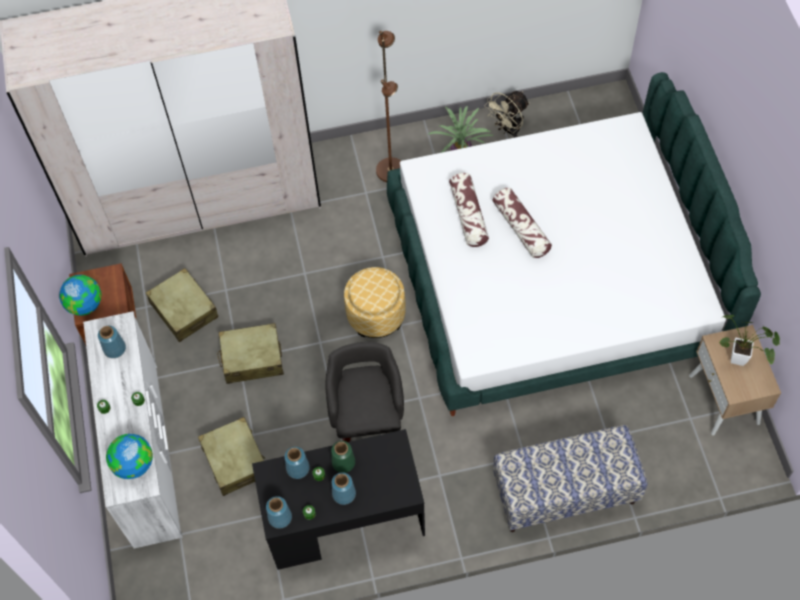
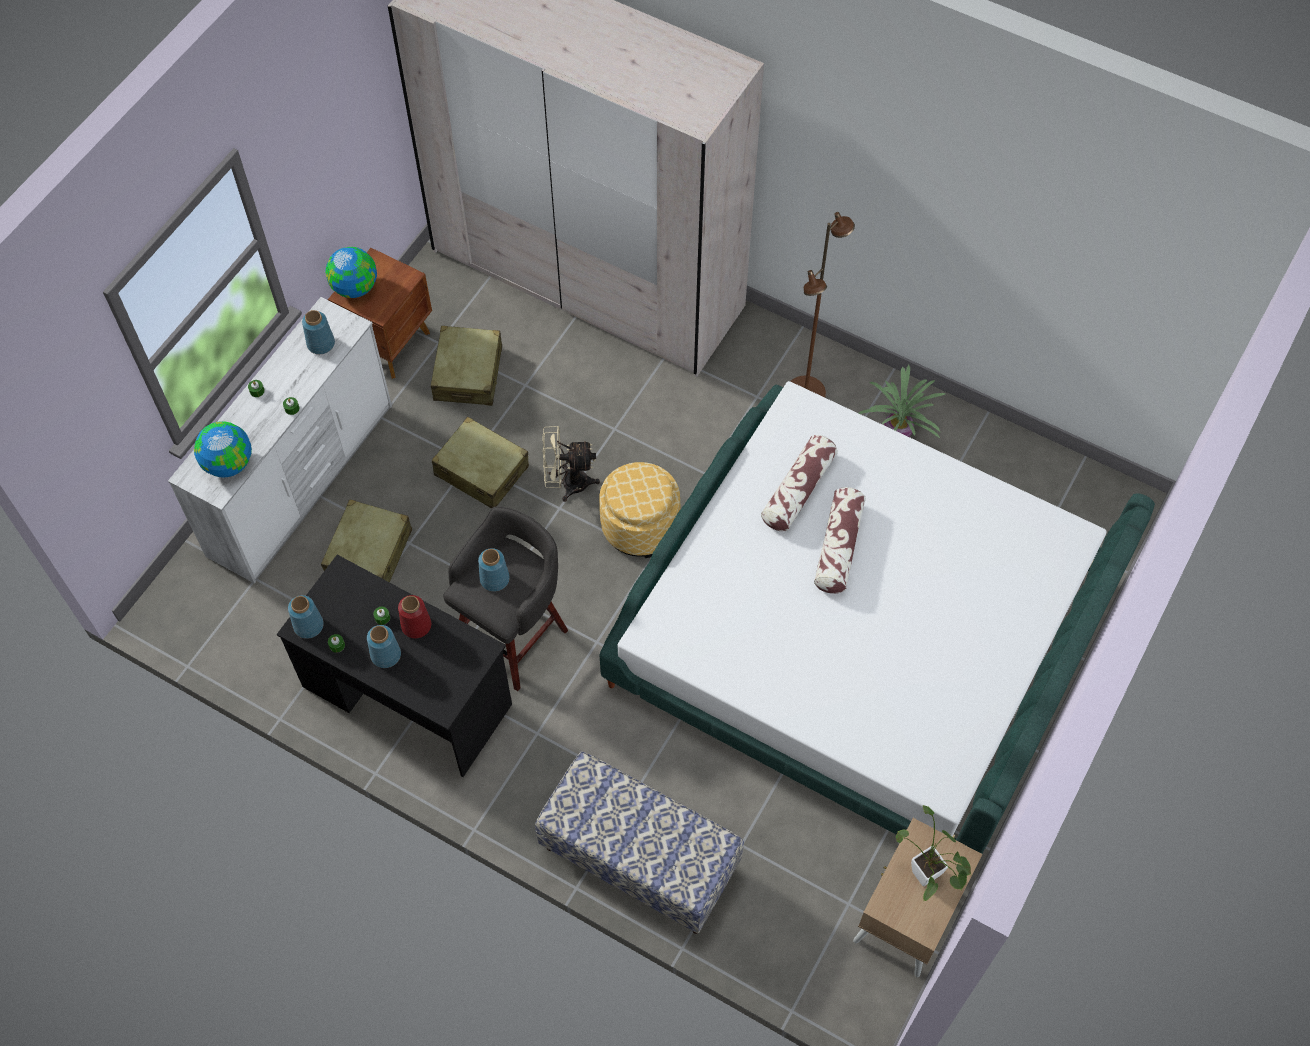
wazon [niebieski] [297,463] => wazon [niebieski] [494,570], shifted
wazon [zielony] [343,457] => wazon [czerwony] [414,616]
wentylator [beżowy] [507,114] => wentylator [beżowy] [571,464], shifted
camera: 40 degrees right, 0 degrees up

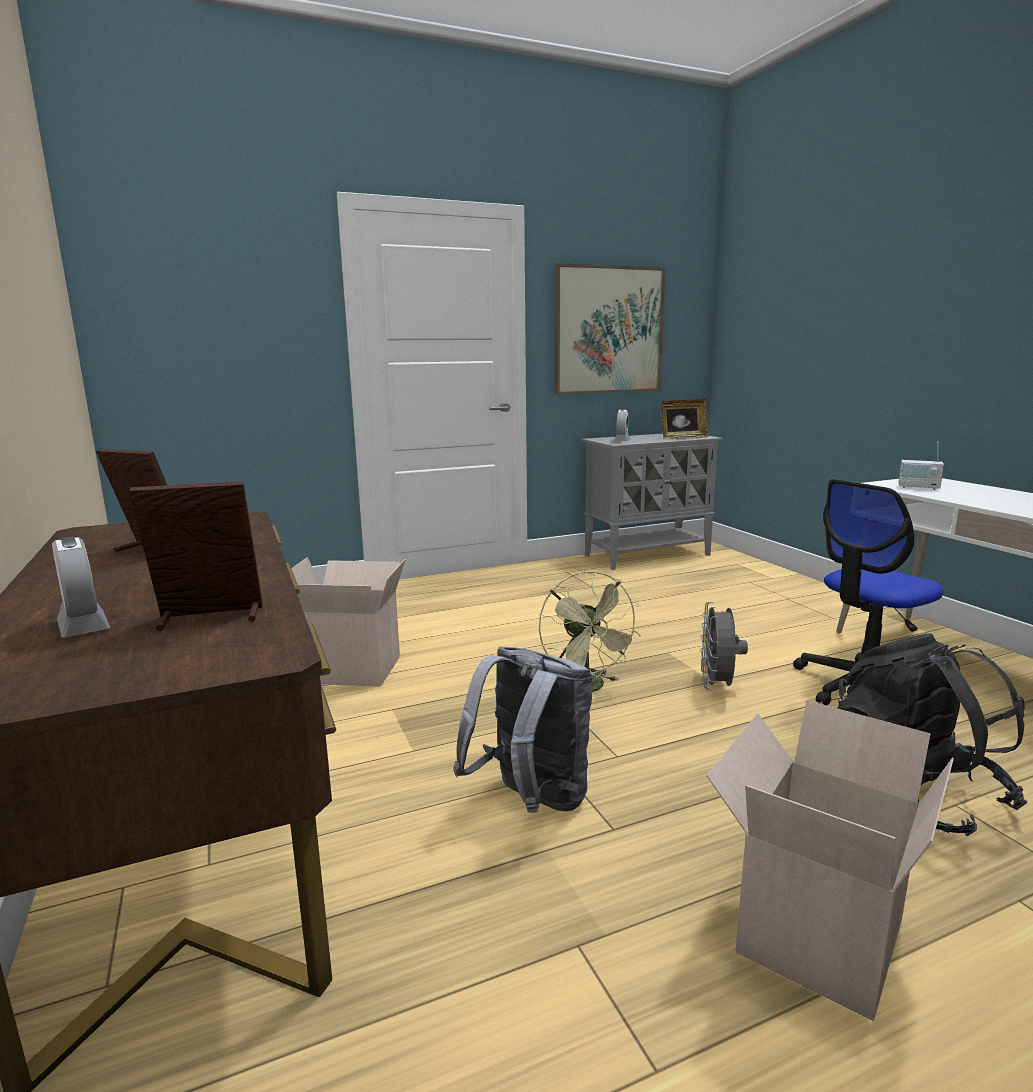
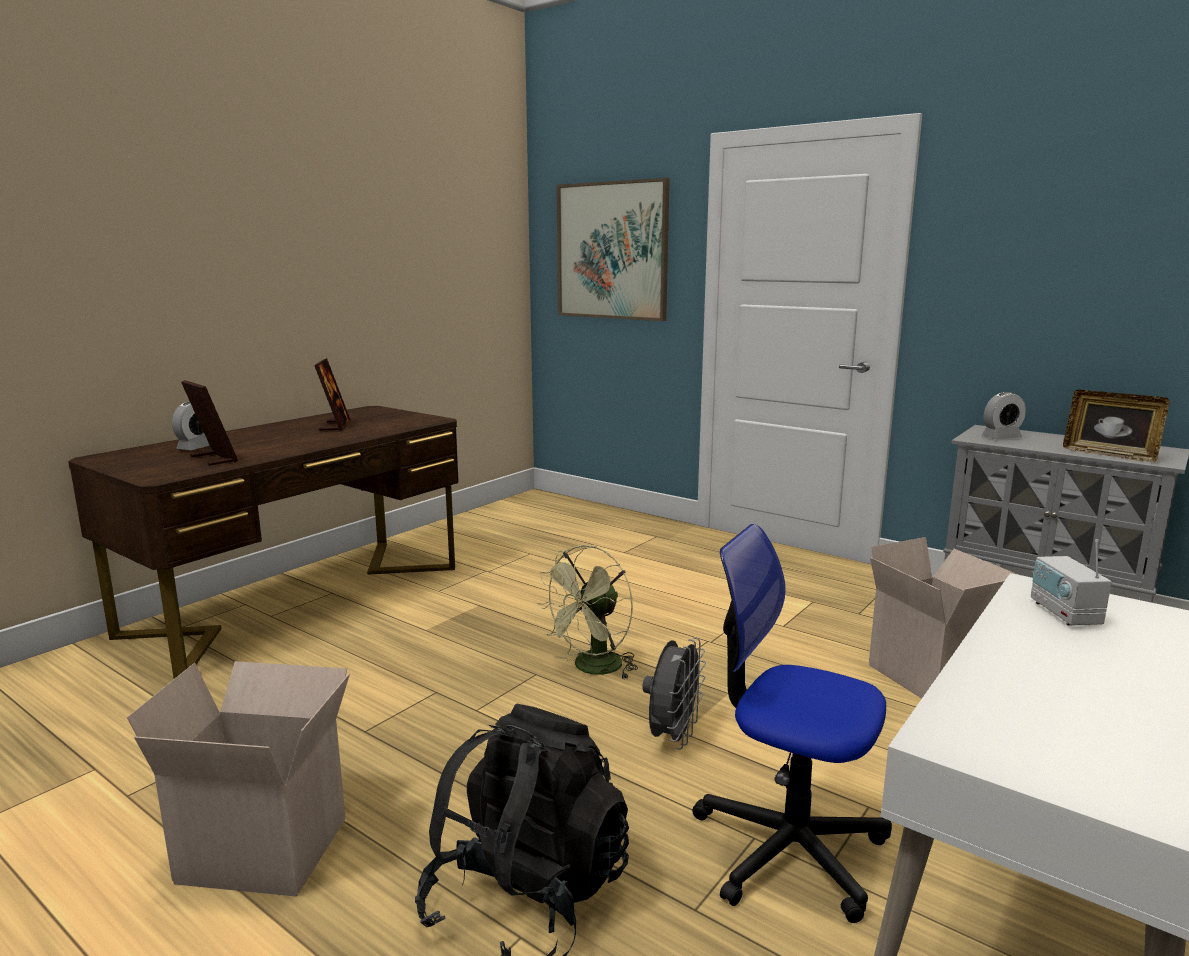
karton [348,622] => karton [944,618], shifted
plecak [szary] [523,729] => nothing
obraz [610,329] => obraz [613,249], shifted
wentylator [szary] [724,646] => wentylator [szary] [674,693], 135 degrees clockwise
camera: 60 degrees right, 0 degrees up

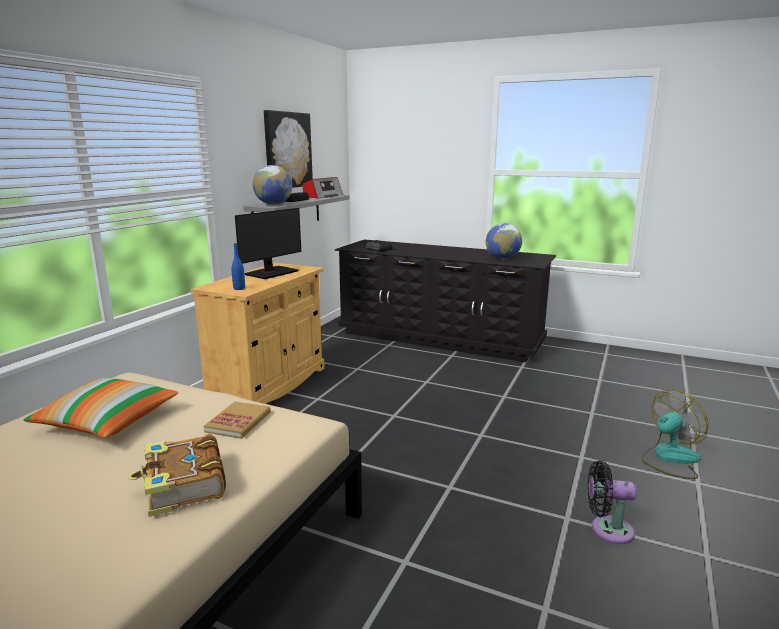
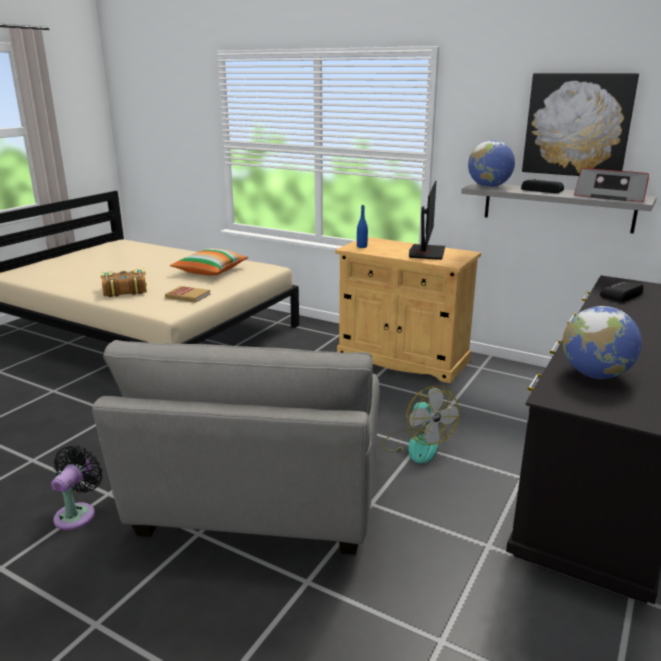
monitor [268,243] => monitor [427,220], 120 degrees counterclockwise
wentylator [675,434] => wentylator [420,424], shifted
nothing => fotel [szary] [236,447]
camera: 95 degrees right, 5 degrees up

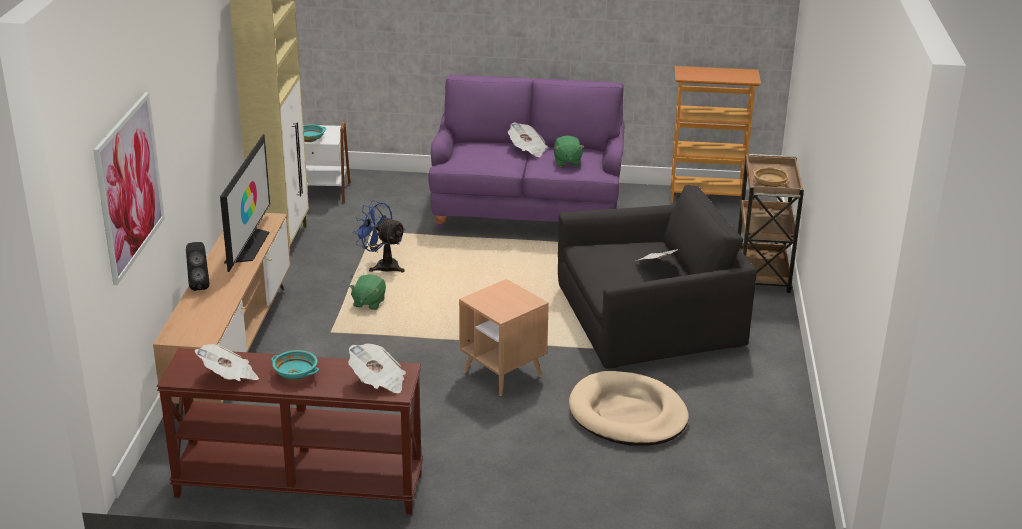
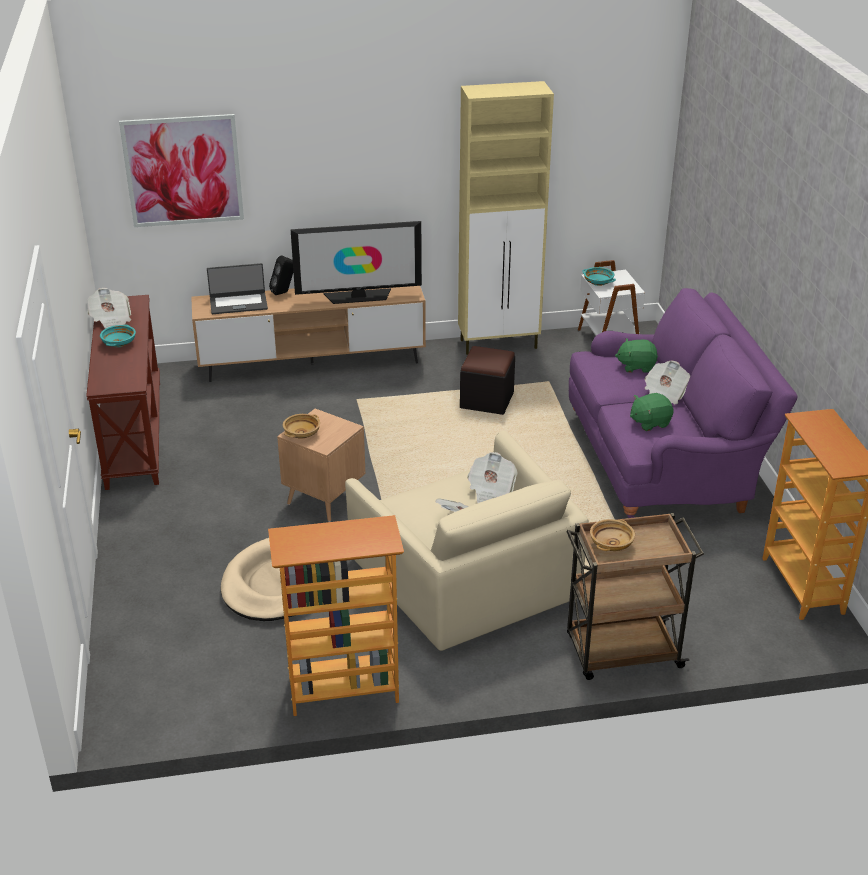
gazeta [377,368] => gazeta [492,477], shifted
pluszak [zielony] [367,292] => pluszak [zielony] [636,355], shifted
wentylator [niebieski] [379,237] => pufa [czarny] [487,380]
fotel [czarny] [657,277] => fotel [beżowy] [467,540]
nothing => laptop [237,288]
nothing => regał [336,615]
nothing => miska [beżowy] [301,426]
camera: 75 degrees right, 5 degrees up

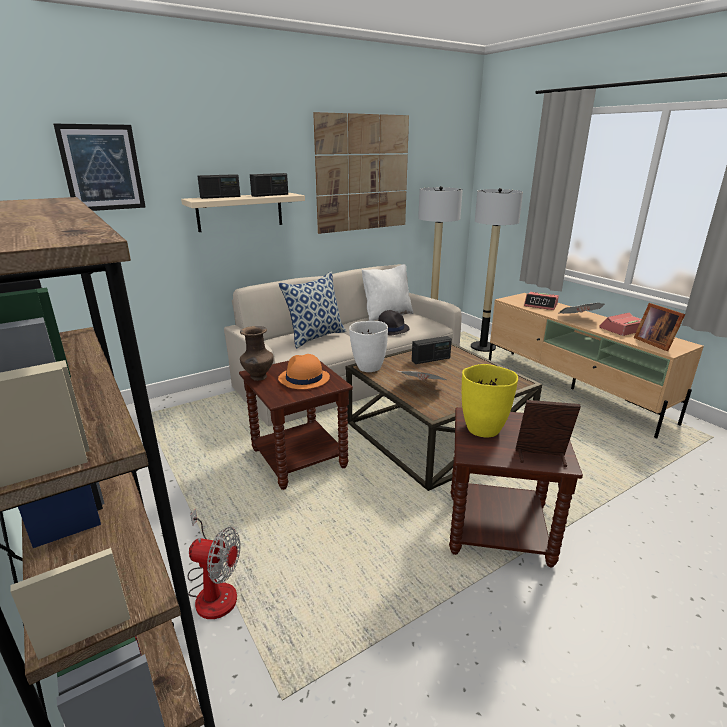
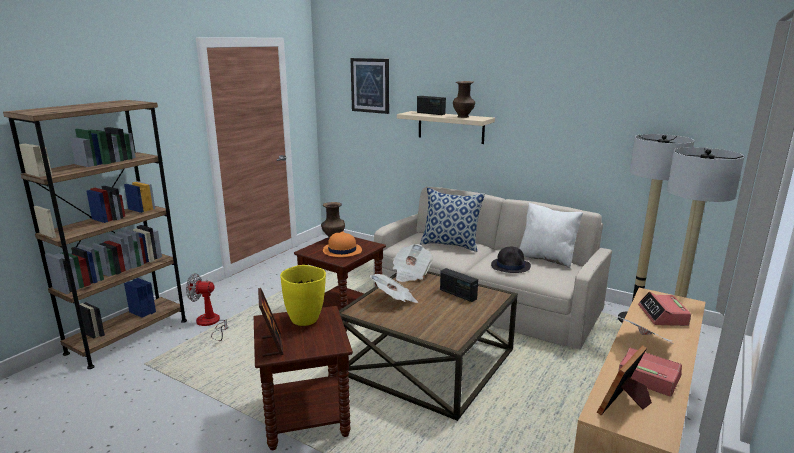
wentylator [214,564] => wentylator [207,307], 105 degrees clockwise
radio [269,185] => wazon [brązowy] [464,99]
obraz [361,173] => nothing
wazon [biały] [368,346] => gazeta [412,263]
camera: 65 degrees right, 5 degrees down

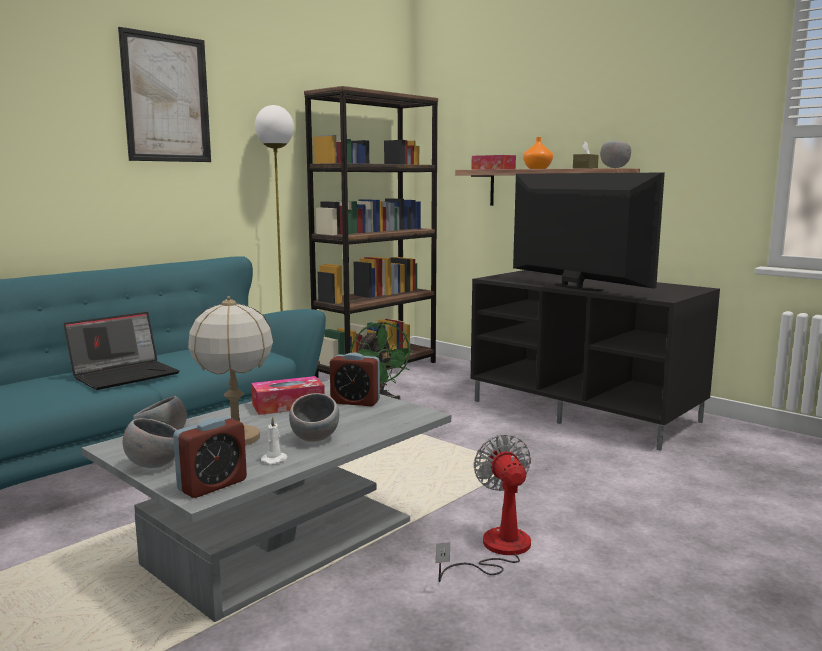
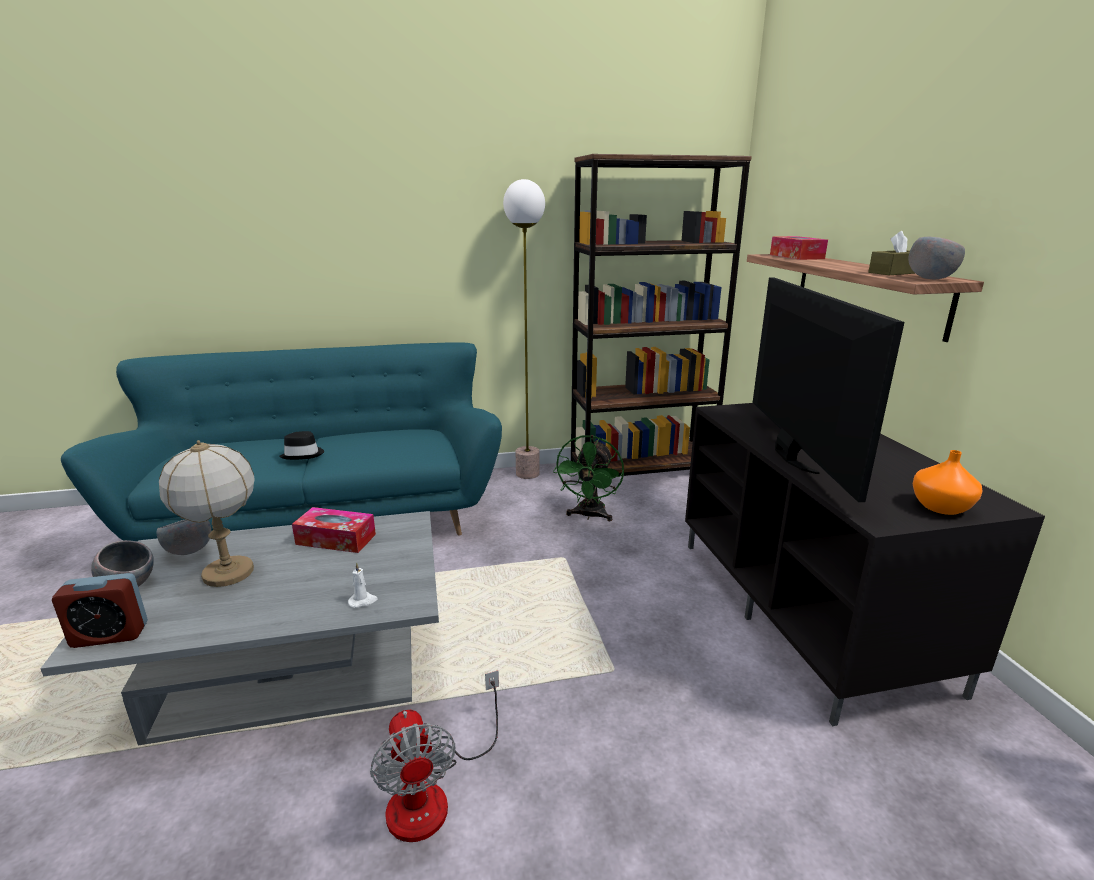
laptop [122,351] => kapelusz [czarny] [301,445]
obraz [164,94] => nothing
świeca [biały] [274,440] => świeca [biały] [363,585], shifted
miska [szary] [314,417] => nothing
budzik [355,379] => nothing
wentylator [483,508] => wentylator [434,756], 135 degrees clockwise
wazon [pomarańczowy] [538,153] => wazon [pomarańczowy] [947,482], shifted
camera: 35 degrees right, 10 degrees up

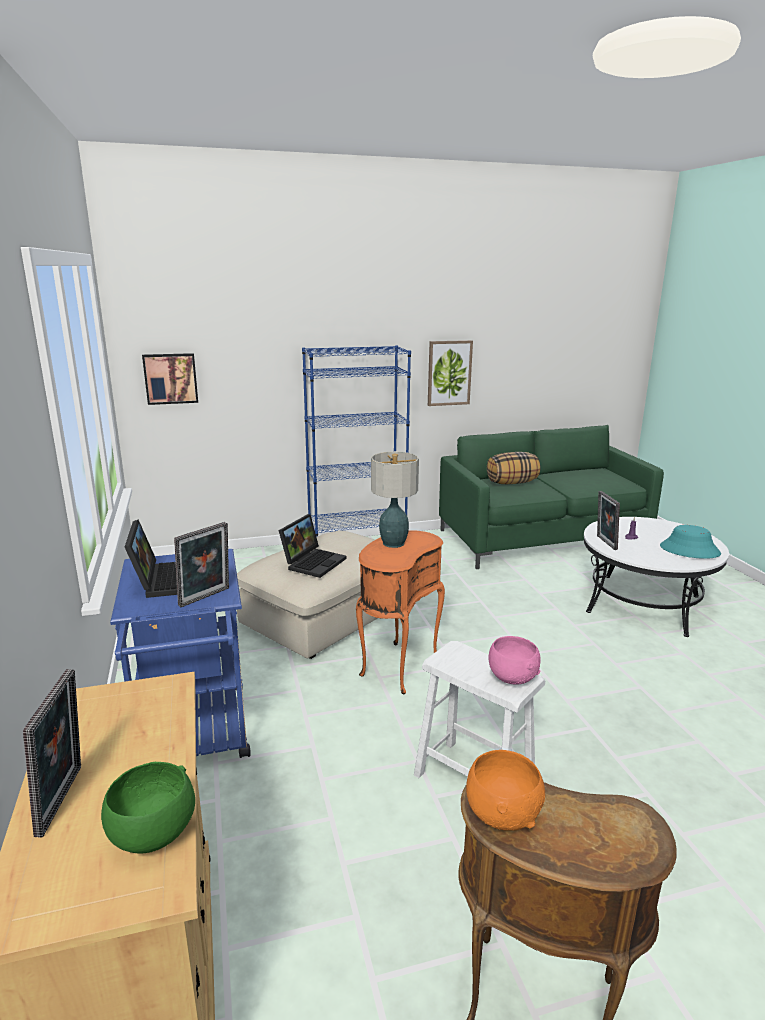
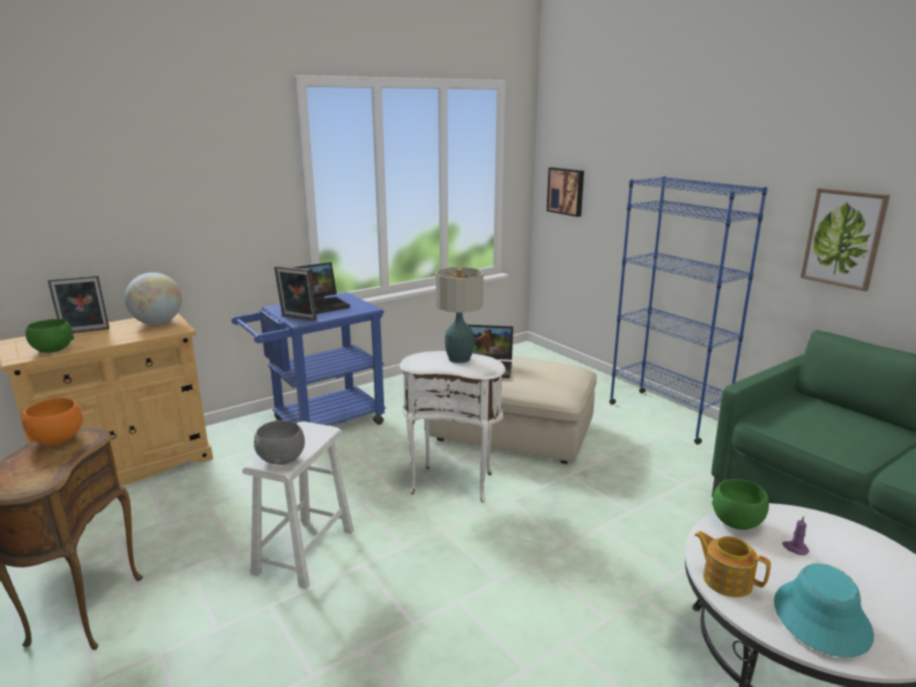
stolik [pomarańczowy] [400,612] => stolik [biały] [453,427]
poduszka [513,468] => nothing
miska [różowy] [514,660] => miska [szary] [279,442]
ramka na zdjęcie [608,520] => miska [zielony] [740,504]
nothing => globus [153,298]
nothing => imbryk [732,564]
camera: 70 degrees right, 0 degrees up

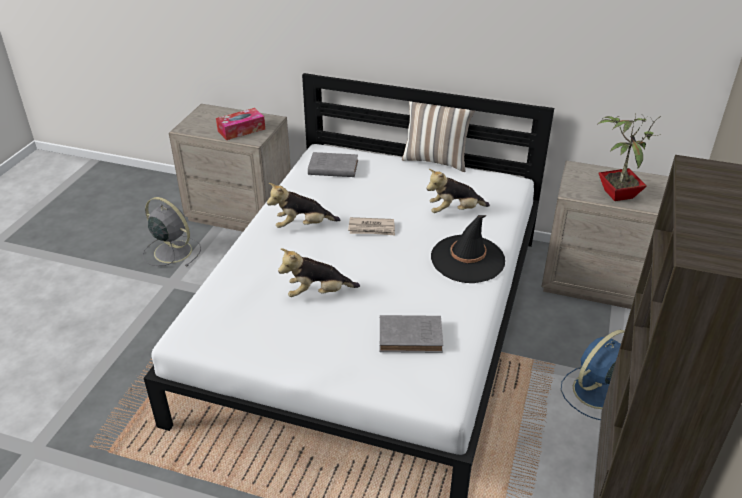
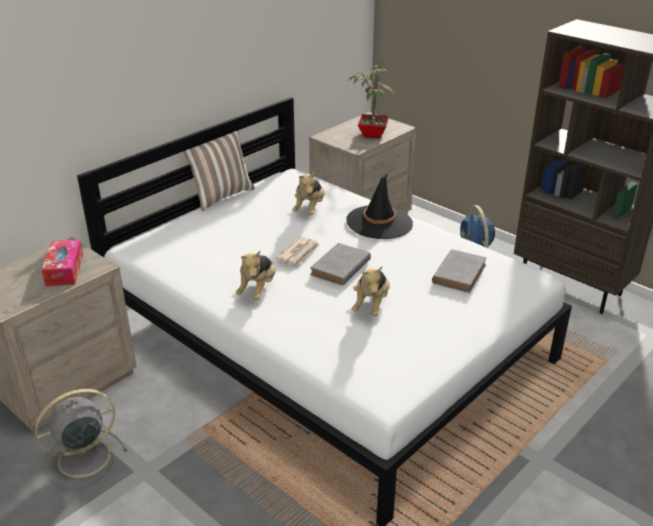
książka [szary] [333,164] => książka [szary] [340,264], shifted
camera: 65 degrees left, 5 degrees down

